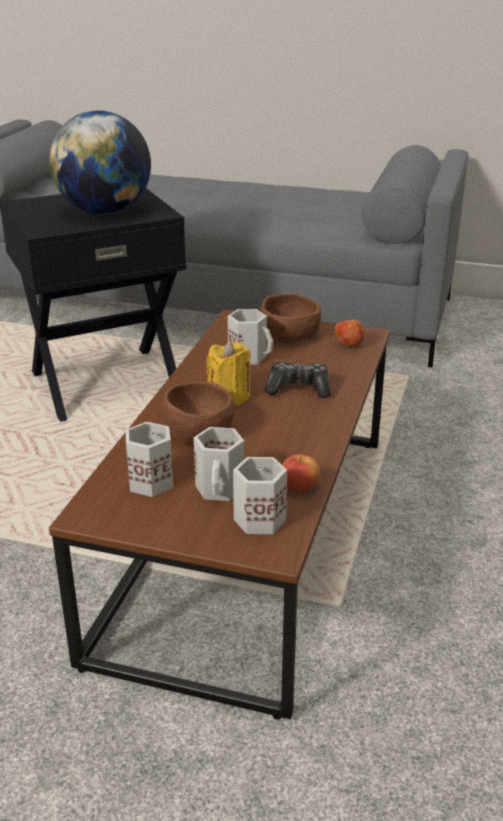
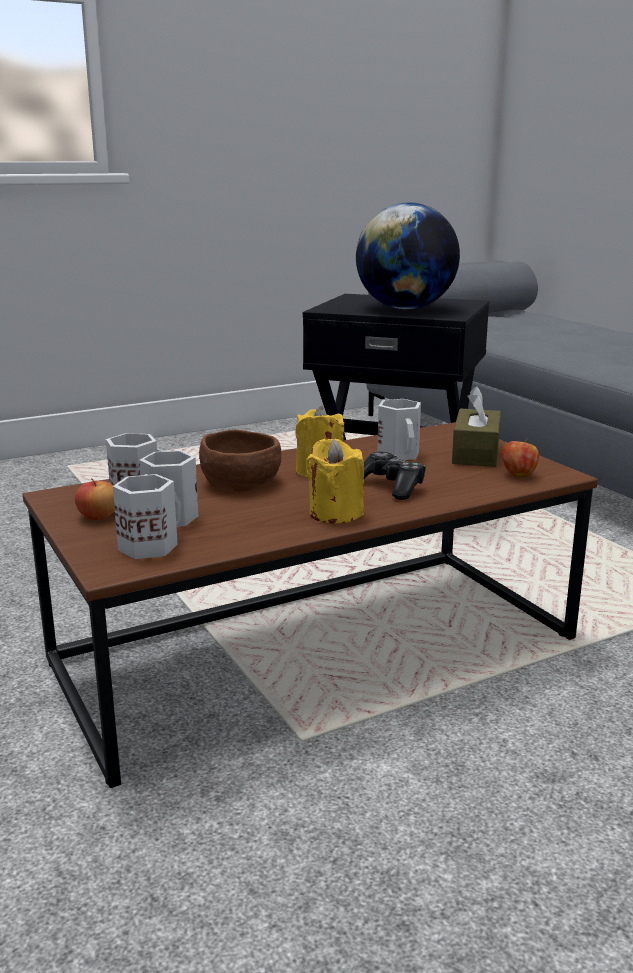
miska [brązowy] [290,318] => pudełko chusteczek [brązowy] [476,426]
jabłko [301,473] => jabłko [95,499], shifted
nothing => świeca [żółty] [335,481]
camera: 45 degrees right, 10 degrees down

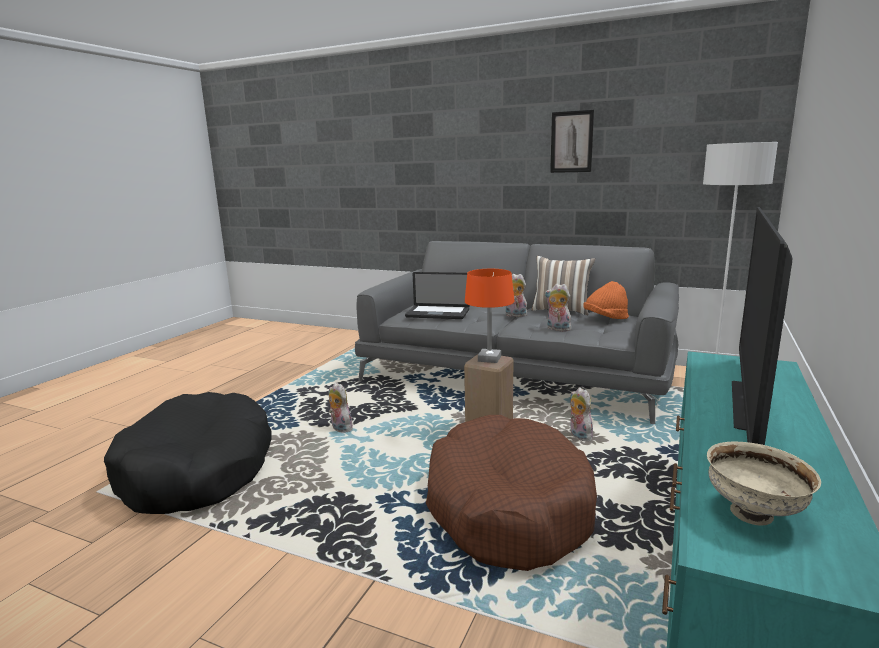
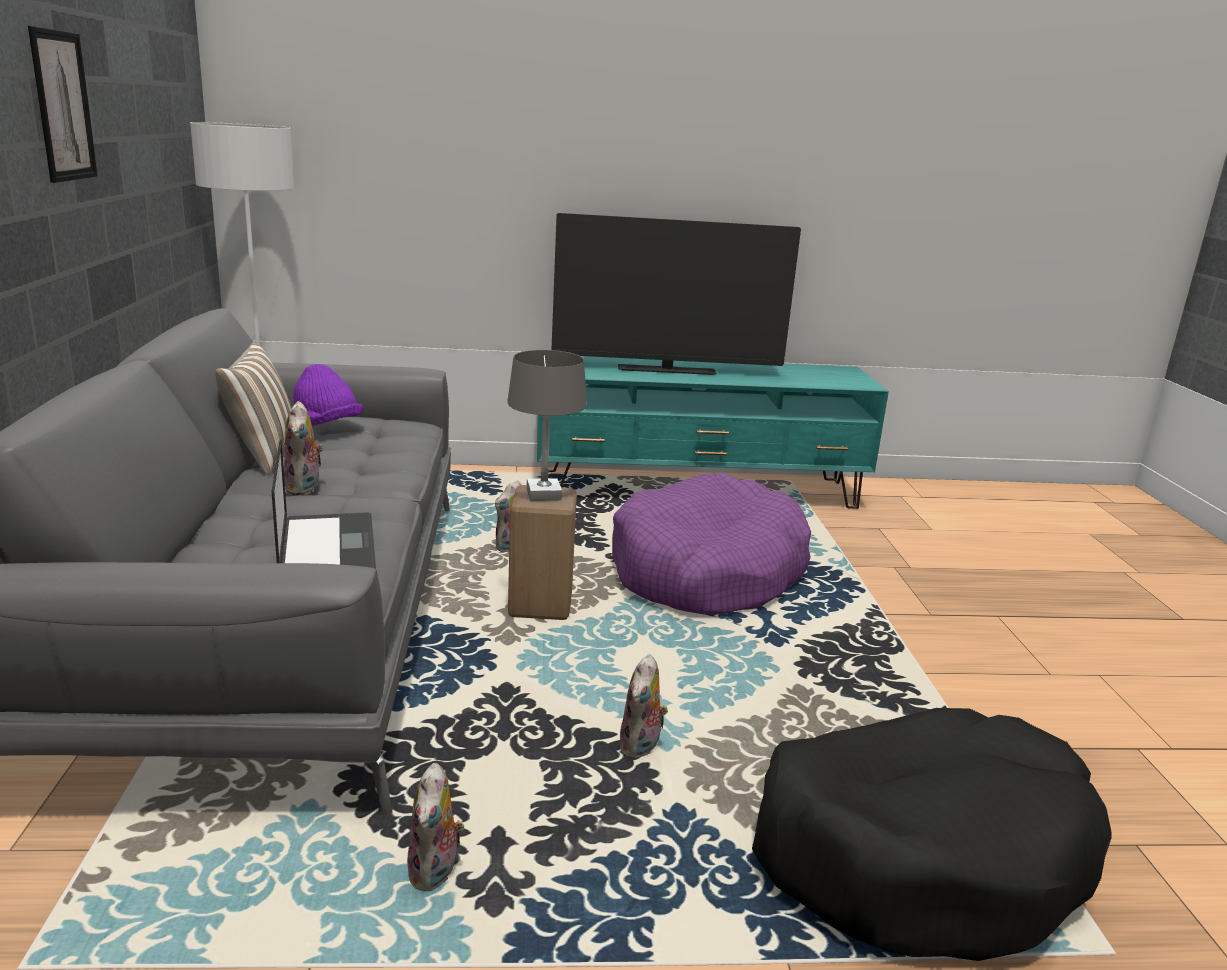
legowisko [brązowy] [511,493] => legowisko [fioletowy] [711,544]
lampa stołowa [pomarańczowy] [489,316] => lampa stołowa [szary] [547,425]
pluszak [557,308] => pluszak [435,827], shifted
kapelusz [pomarańczowy] [606,300] => kapelusz [fioletowy] [328,395]
miska [beżowy] [764,484] => nothing
camera: 120 degrees left, 5 degrees up

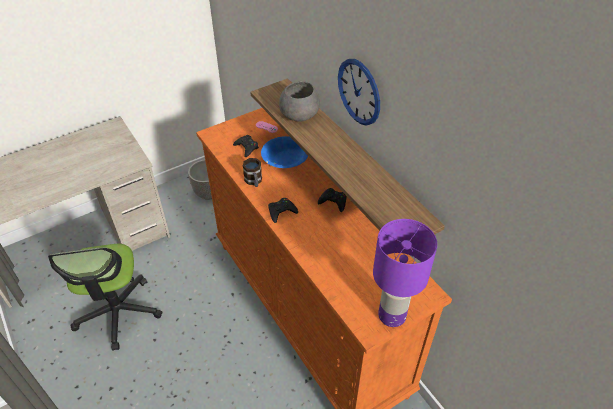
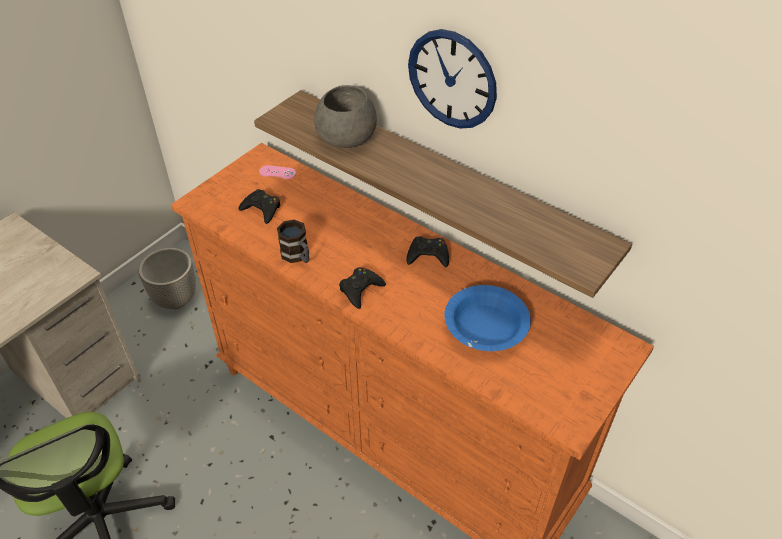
miska [niebieski] [284,152] => miska [niebieski] [487,318], shifted
lampa stołowa [fioletowy] [405,273] => nothing
camera: 20 degrees left, 0 degrees up

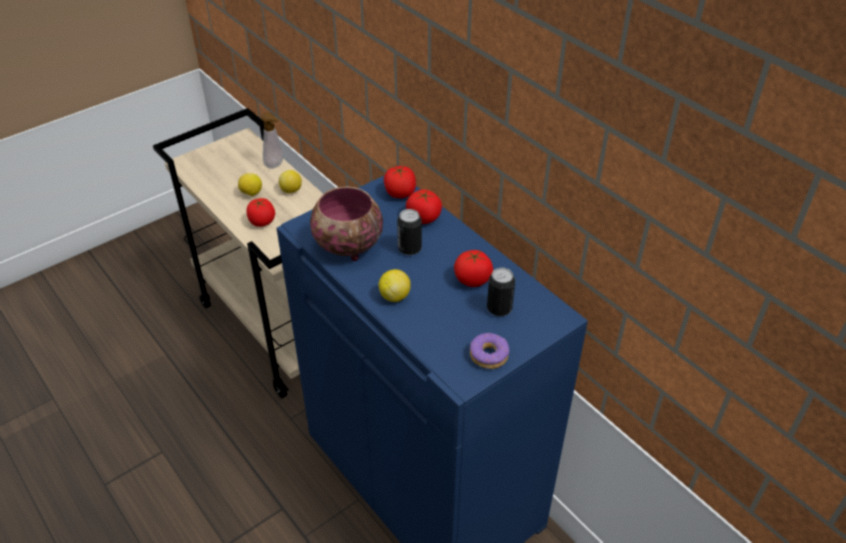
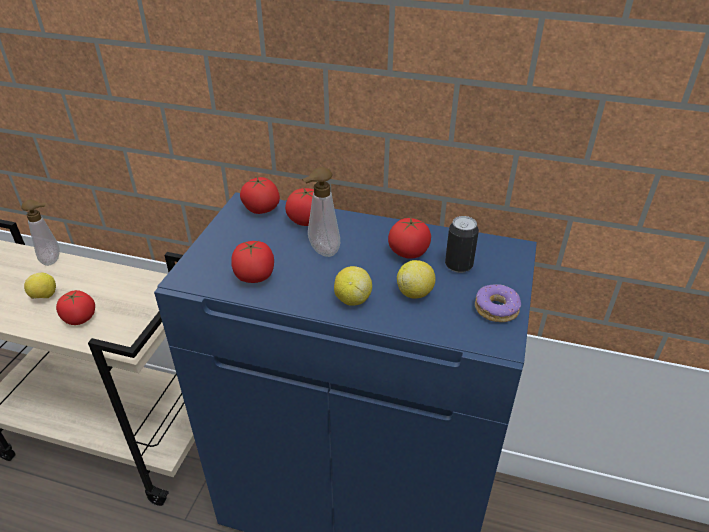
cytryna [290,181] => cytryna [416,279], shifted
miska [346,223] => pomidor [252,262]
puszka [409,232] => dozownik mydła [321,212]
camera: 35 degrees left, 5 degrees down

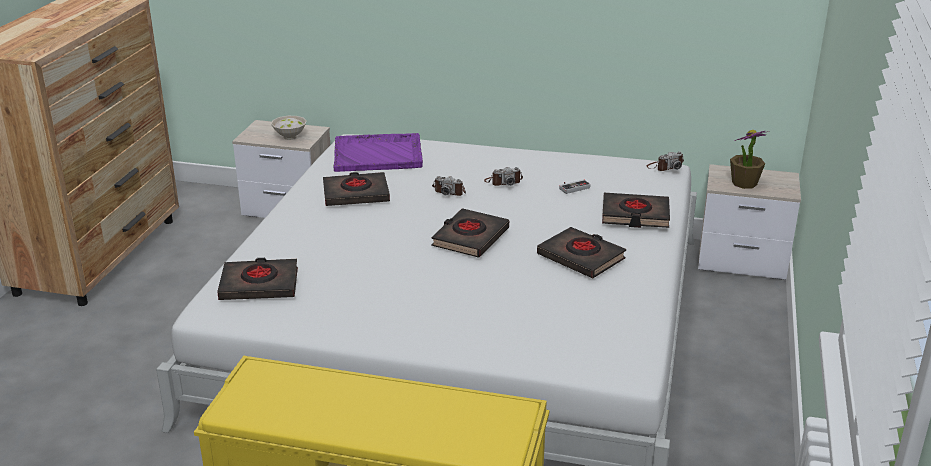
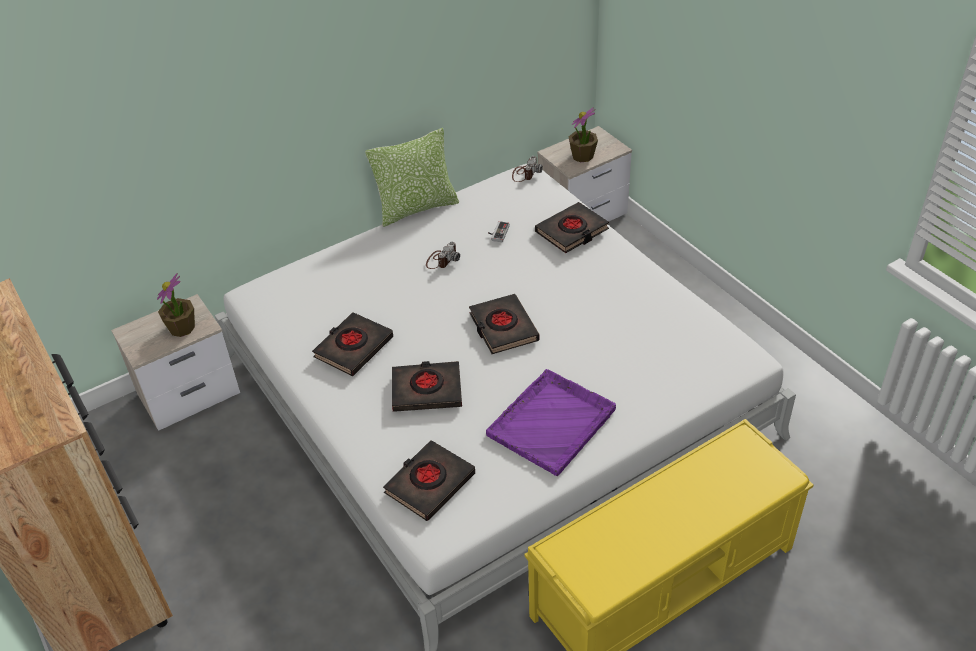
miska [biały] [289,128] => roślina doniczkowa [176,305]
taca [fioletowy] [378,152] => taca [fioletowy] [551,422], shifted
aparat fotograficzny [449,186] => nothing
książka [czarny] [581,252] => książka [czarny] [427,386], shifted
nothing => poduszka [412,177]
camera: 45 degrees left, 15 degrees up

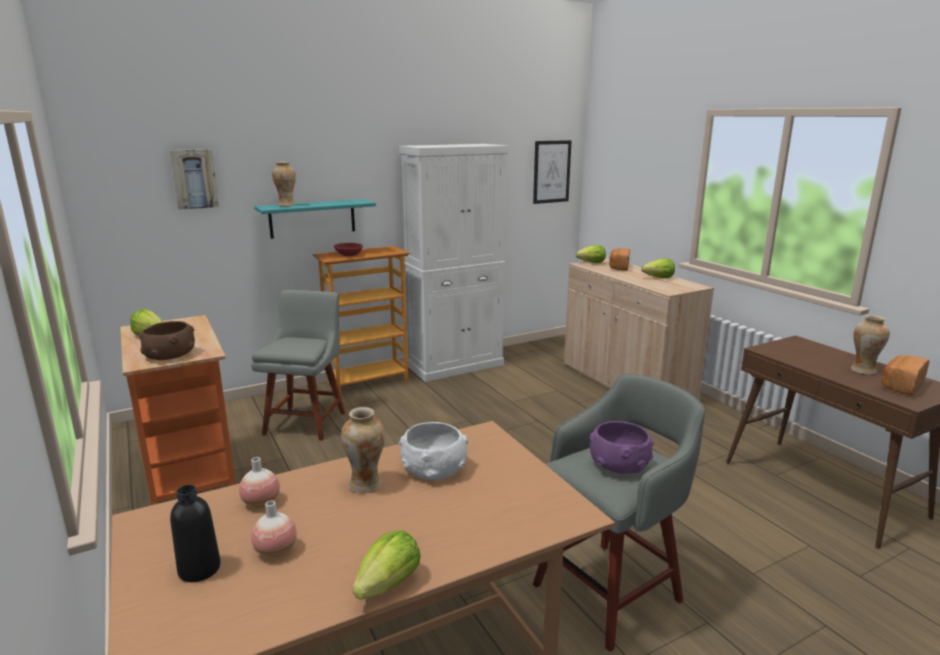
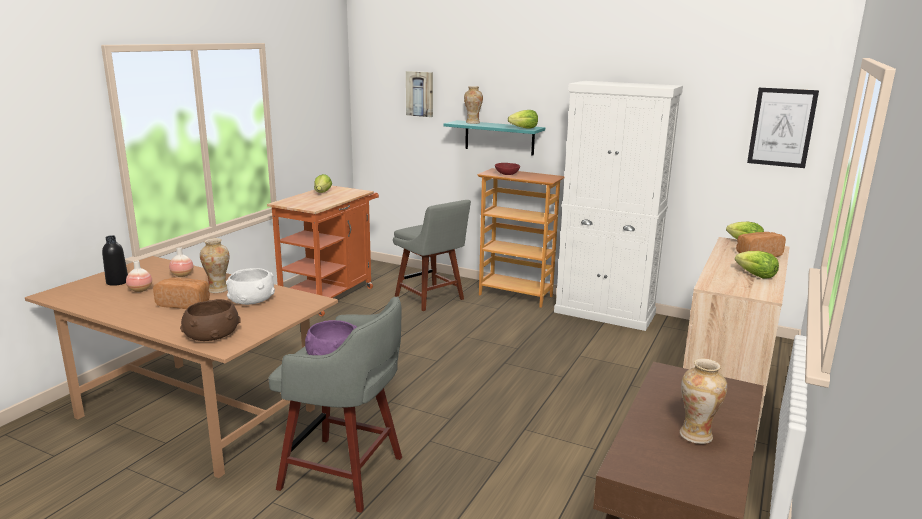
miska [brązowy] [167,340] => miska [brązowy] [210,320], shifted
krzesło [szary] [298,365] => krzesło [szary] [432,255], 75 degrees clockwise
sałata [387,565] => sałata [523,119], shifted
chleb [905,375] => chleb [181,293], shifted
camera: 55 degrees right, 0 degrees up

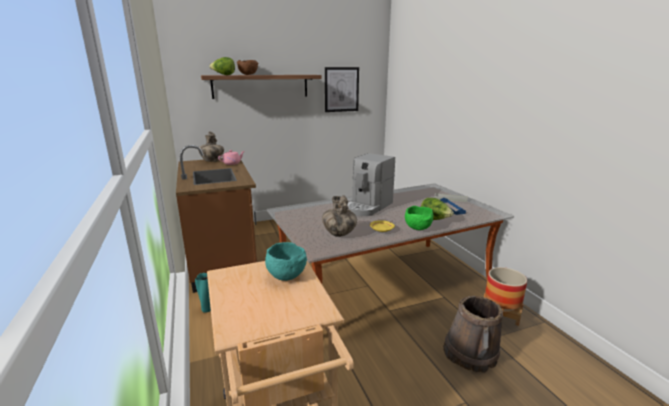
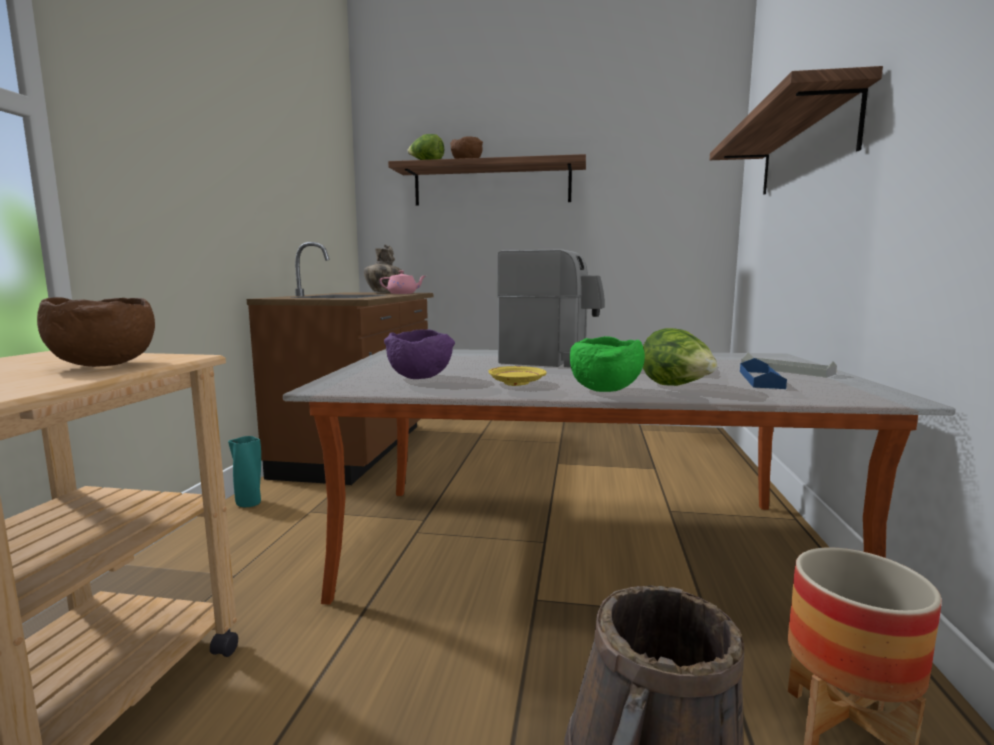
miska [turkusowy] [286,261] => miska [brązowy] [96,332]
wazon [339,216] => miska [fioletowy] [419,354]
obraz [342,89] => nothing
ekspres do kawy [371,184] => ekspres do kawy [551,308], 135 degrees counterclockwise
nothing => półka [796,130]
camera: 30 degrees right, 10 degrees down

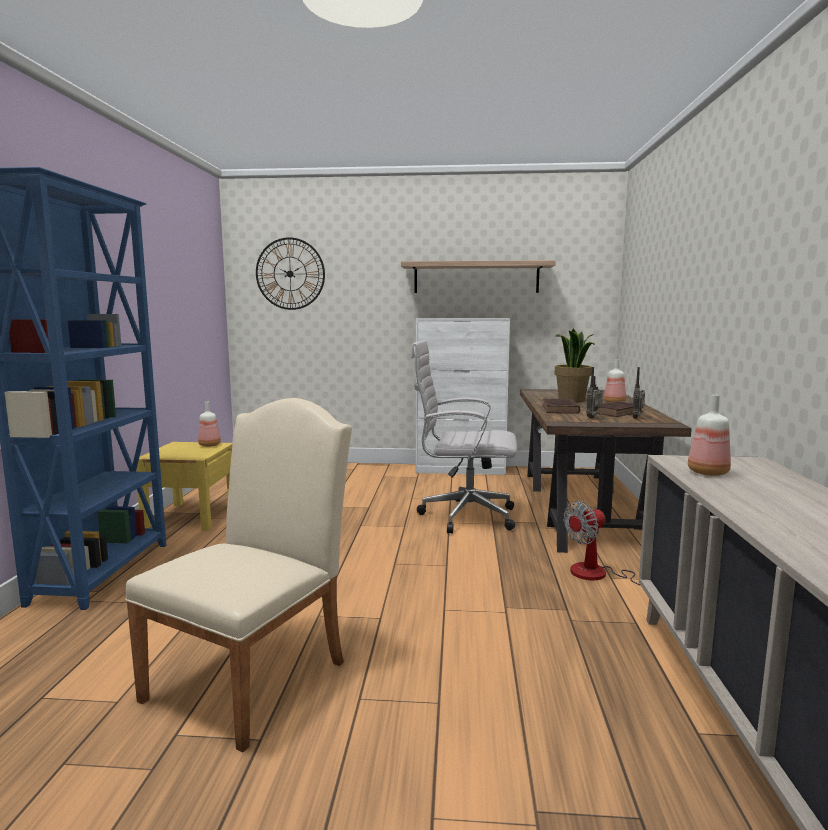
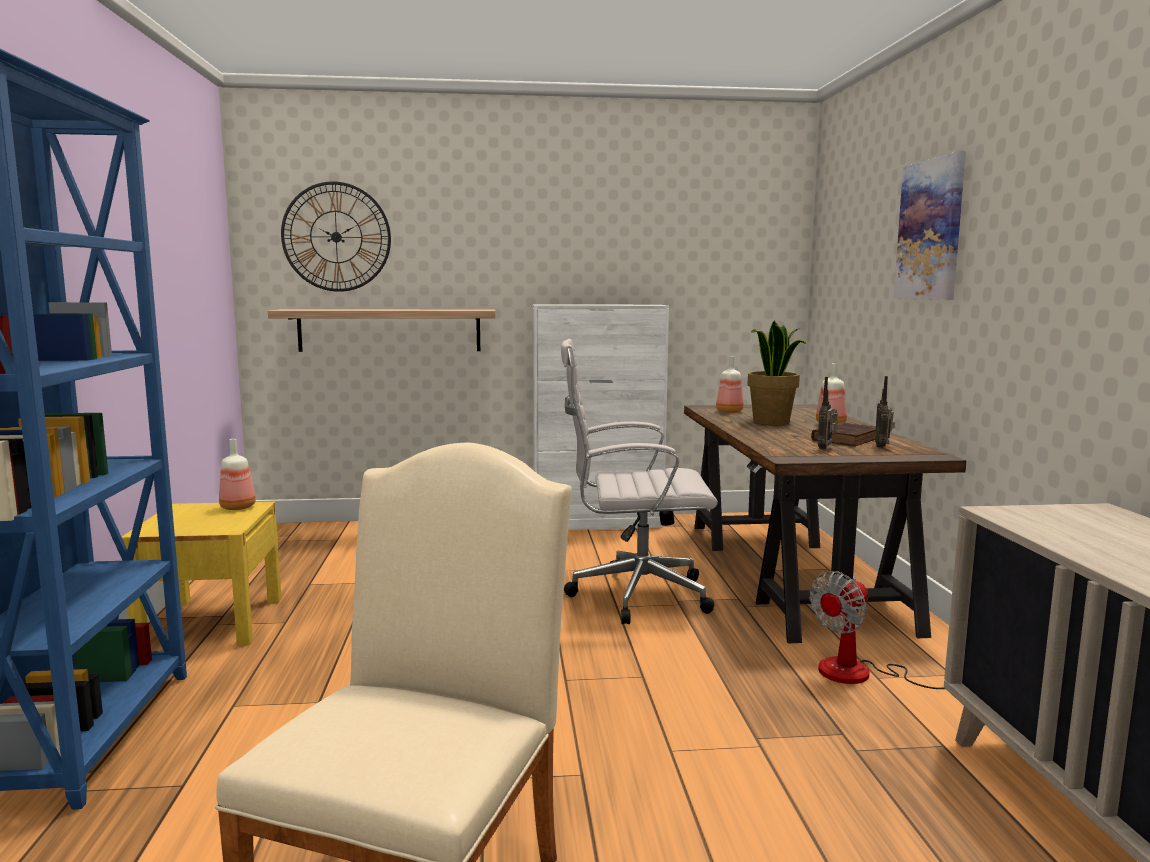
półka [478,276] => półka [382,330], shifted
książka [brązowy] [561,406] => nothing
butelka [709,435] => butelka [729,384], shifted
nothing => obraz [930,225]
camera: 10 degrees left, 0 degrees up

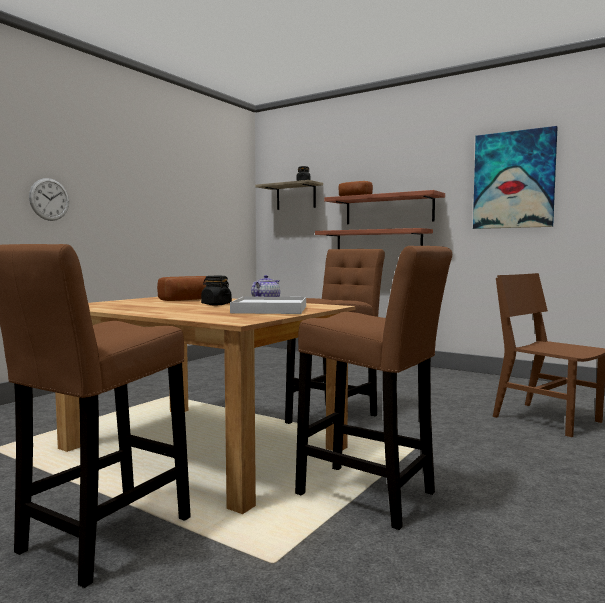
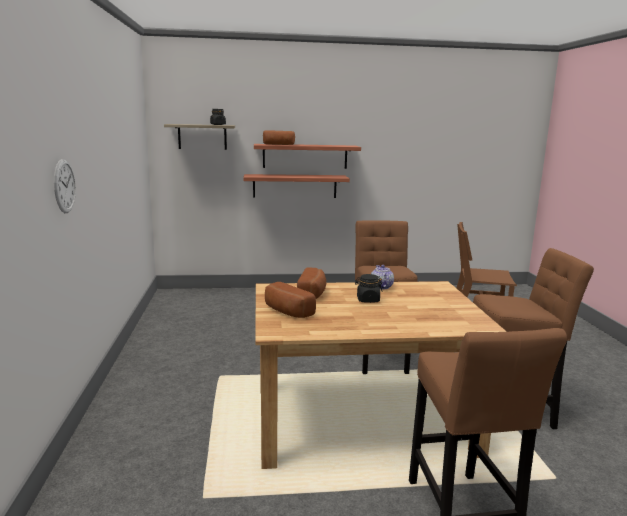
taca [biały] [268,305] => nothing
obraz [515,177] => nothing
nothing => chleb [290,300]
camera: 40 degrees left, 10 degrees up

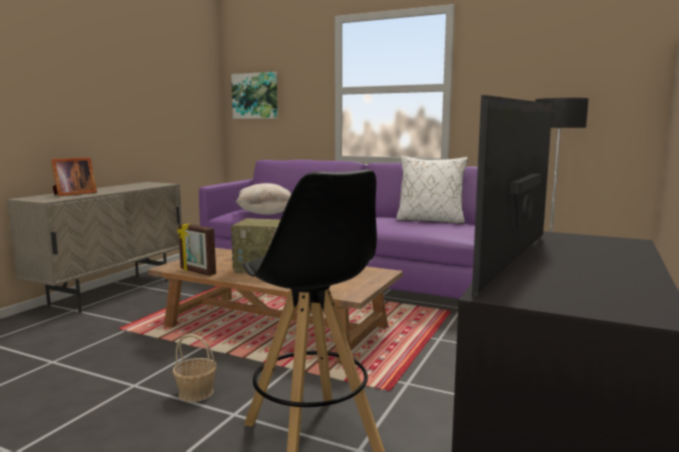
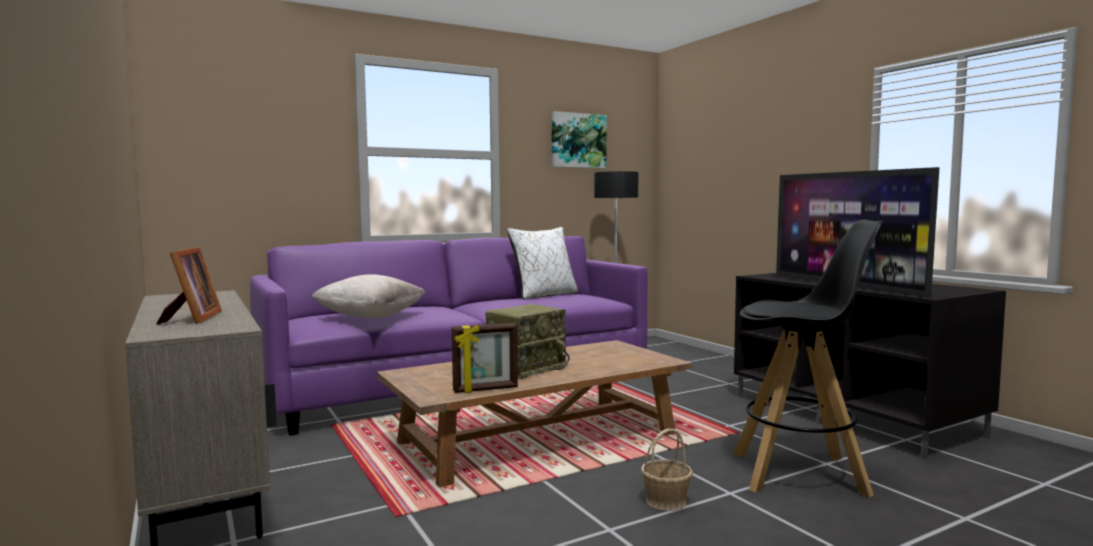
obraz [254,95] => obraz [579,139], shifted
camera: 55 degrees left, 5 degrees down

